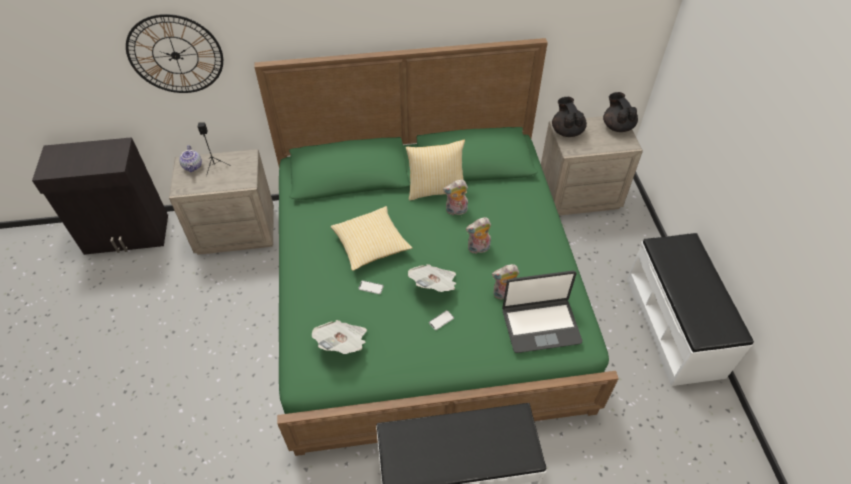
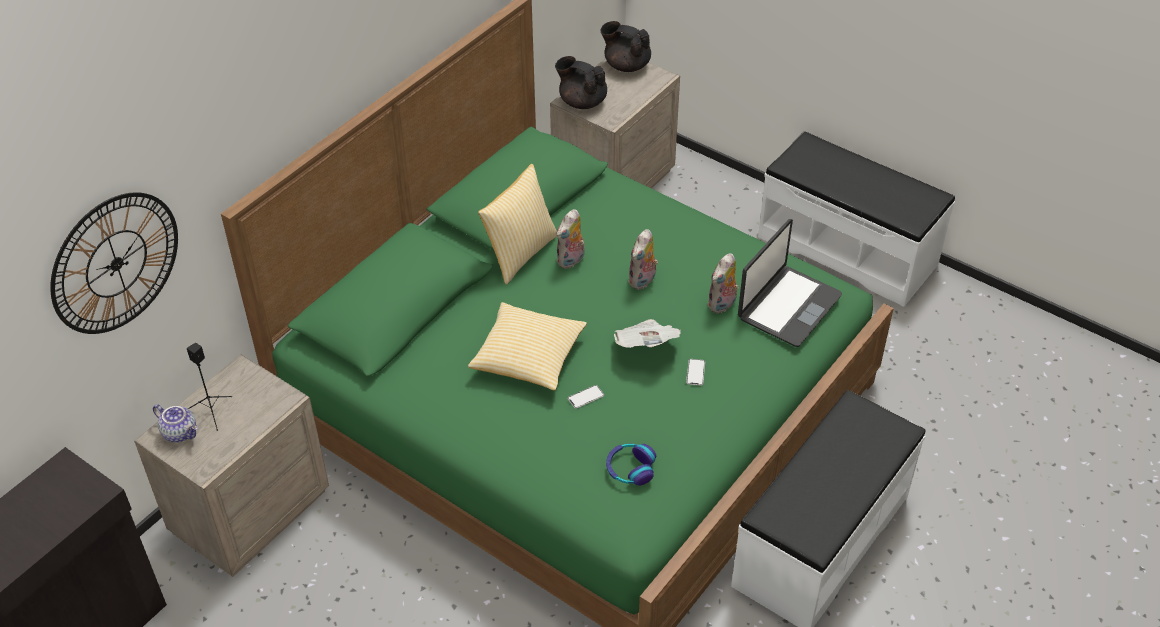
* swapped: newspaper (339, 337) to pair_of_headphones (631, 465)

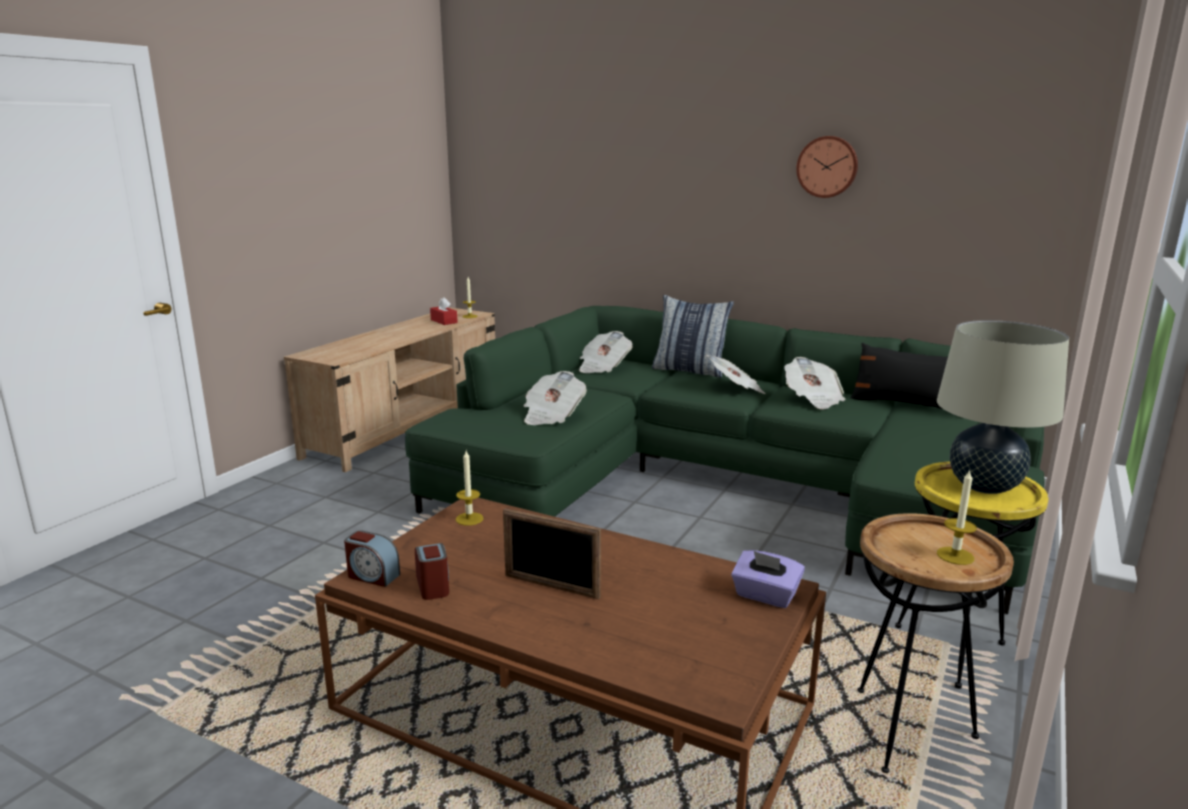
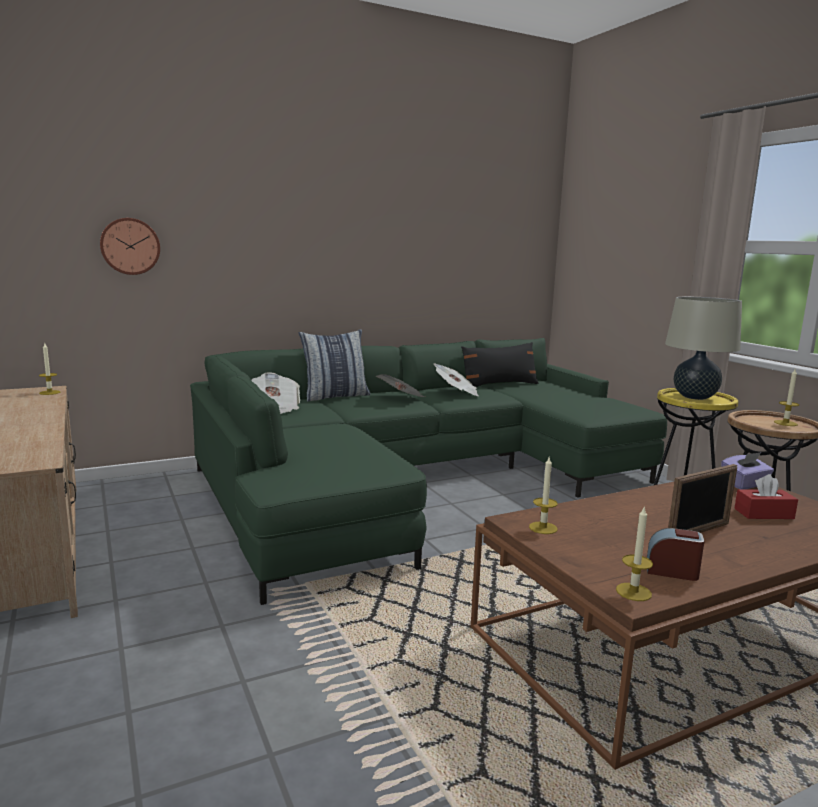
* shifted: hanging_clock (827, 167) to (130, 246)
* swapped: alarm_clock (372, 559) to wax_light (634, 554)
* shifted: reddish_box_of_tissues (444, 311) to (766, 496)
* gone: newspaper (555, 398)

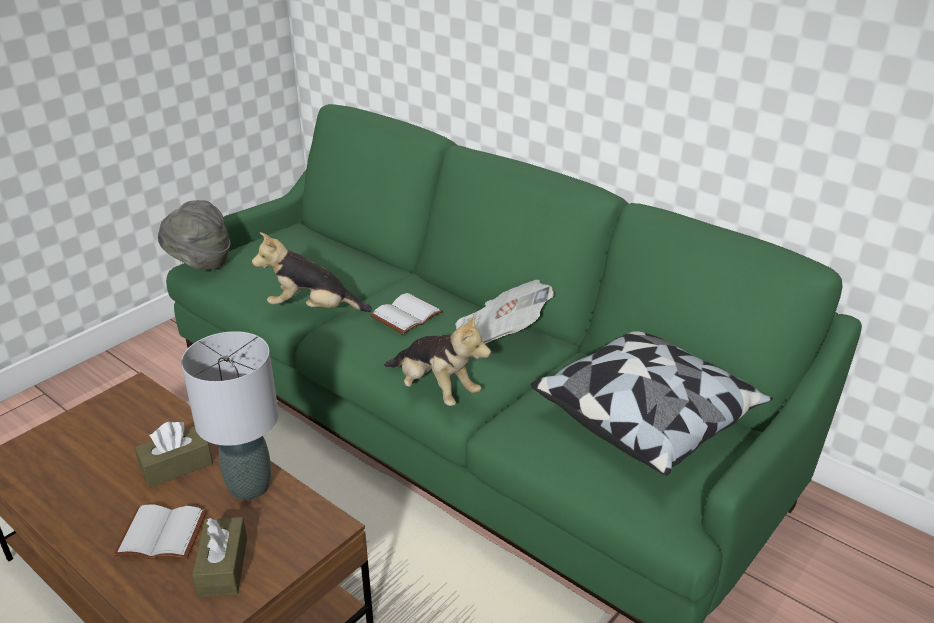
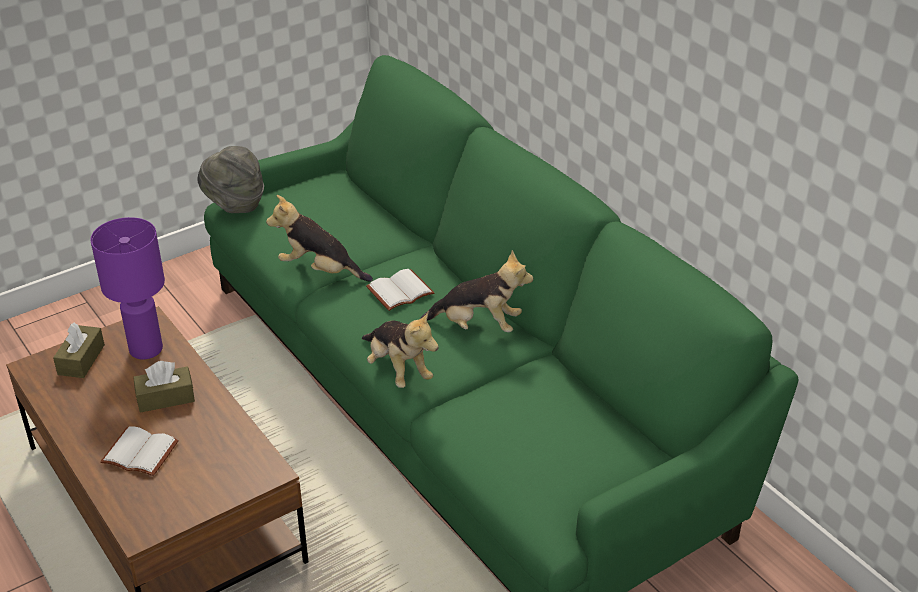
* shifted: brownish_box_of_tissues (219, 557) to (79, 350)
* new: purplish_table_lamp (127, 288)
* swapped: newspaper (504, 312) to cuddly_toy (476, 291)
* gone: grey_table_lamp (230, 415)
* gone: pillow (651, 403)

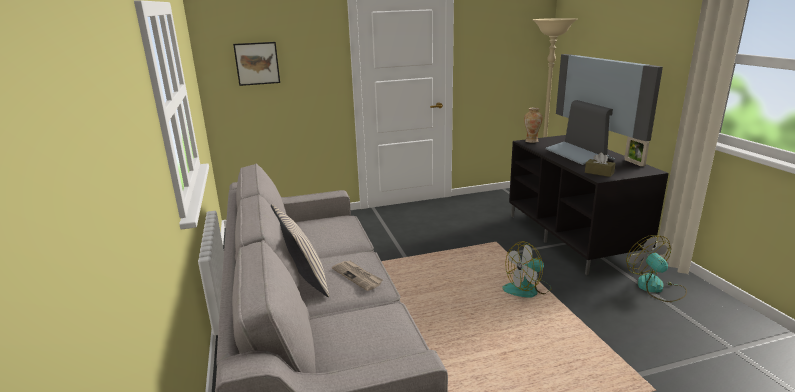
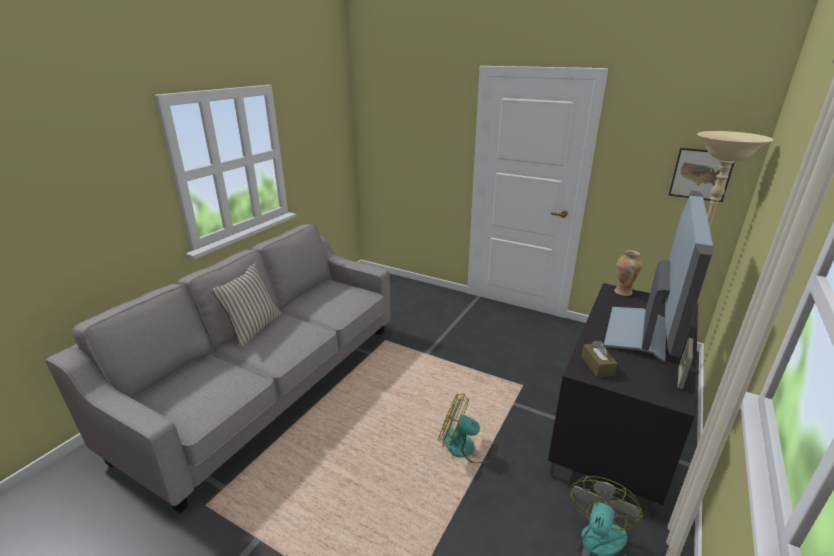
* shifted: wall_art (256, 64) to (702, 175)
* gone: newspaper (357, 276)

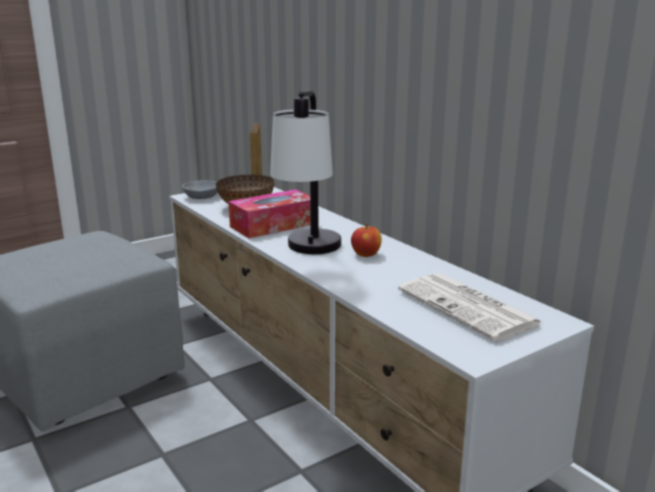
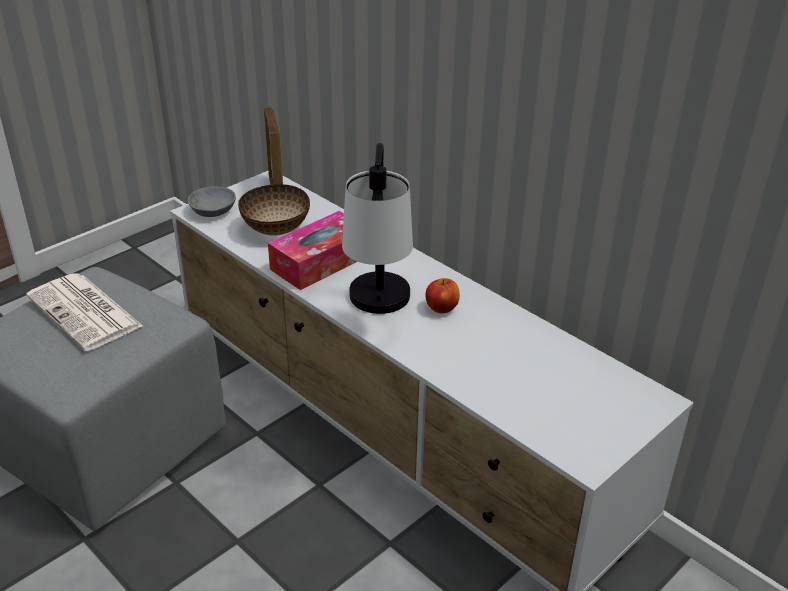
* shifted: newspaper (470, 307) to (84, 312)

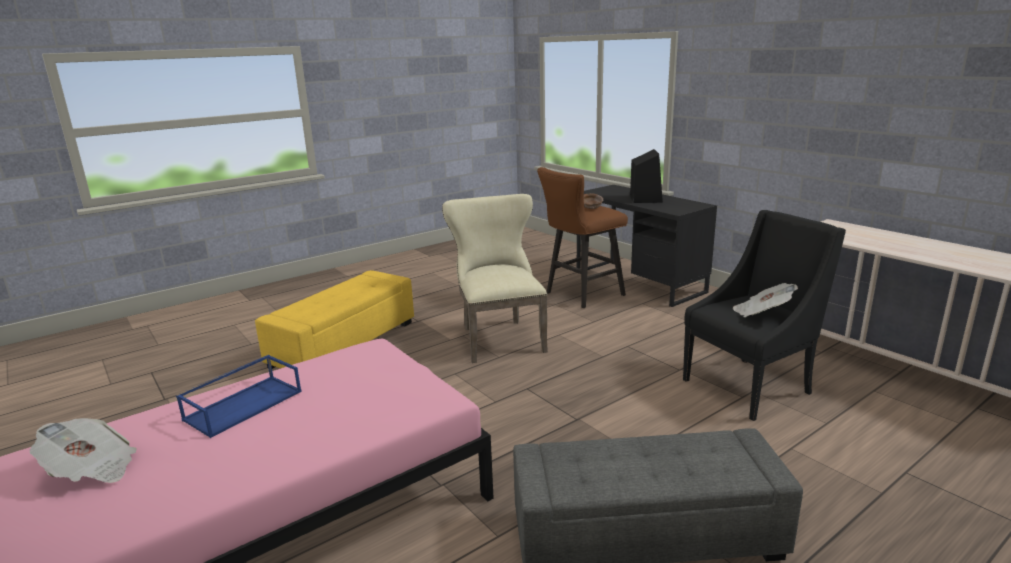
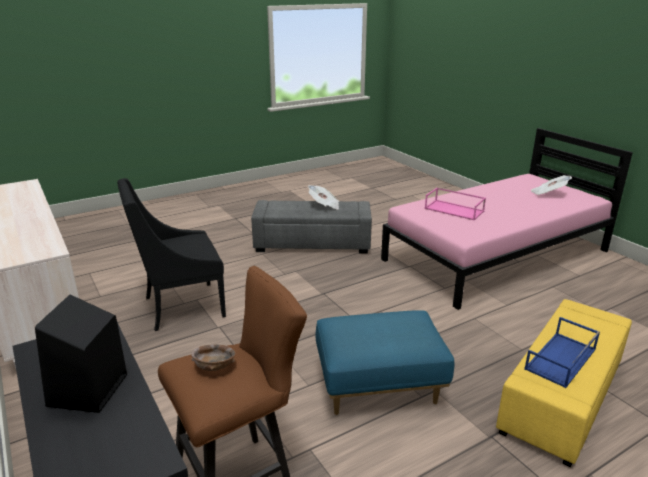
* shifted: newspaper (765, 300) to (323, 197)
* swapped: sand-coloured_upright_chair (495, 278) to blue_pouffe (384, 362)
* new: pink_tray (455, 204)
* shifted: blue_tray (239, 396) to (562, 352)

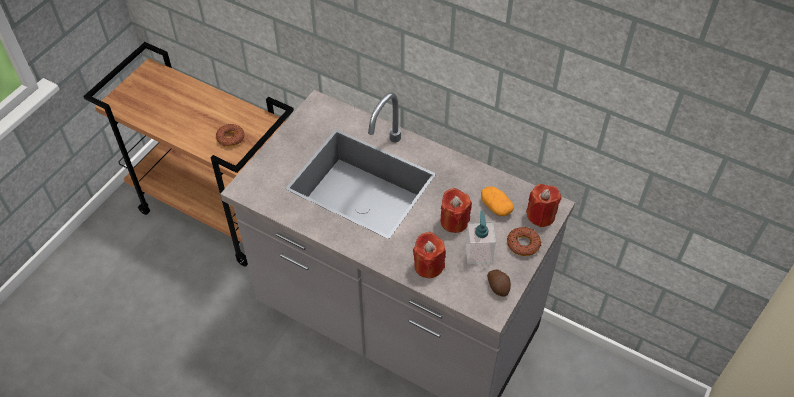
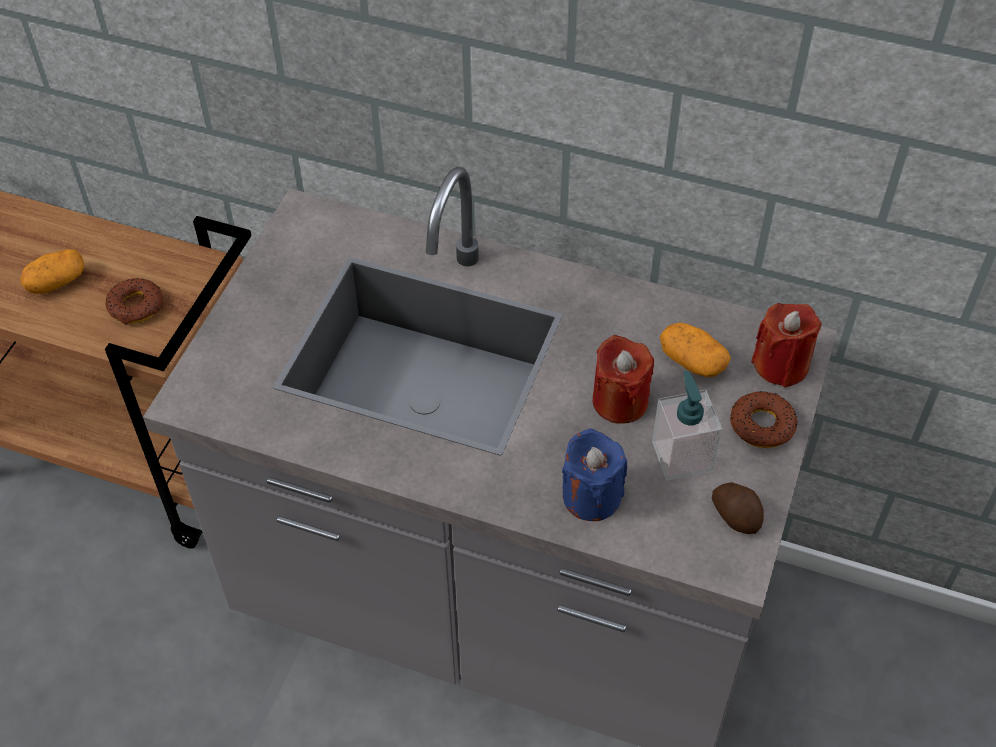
* new: spud (52, 271)
* repainted: reddish_wax_light (429, 255) to blue_wax_light (594, 474)

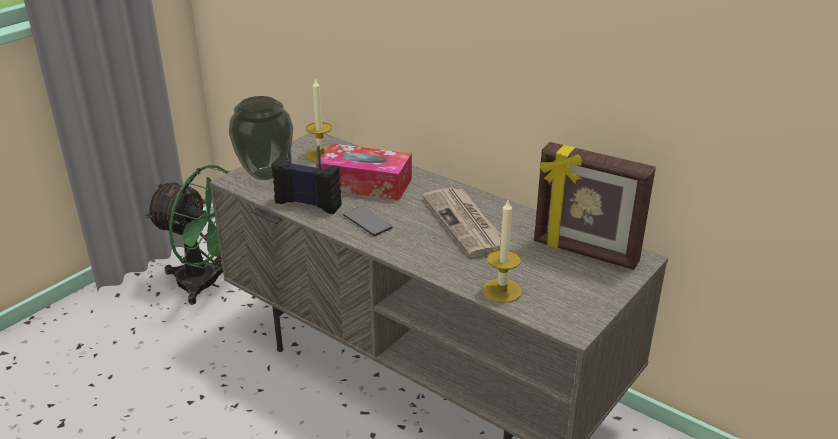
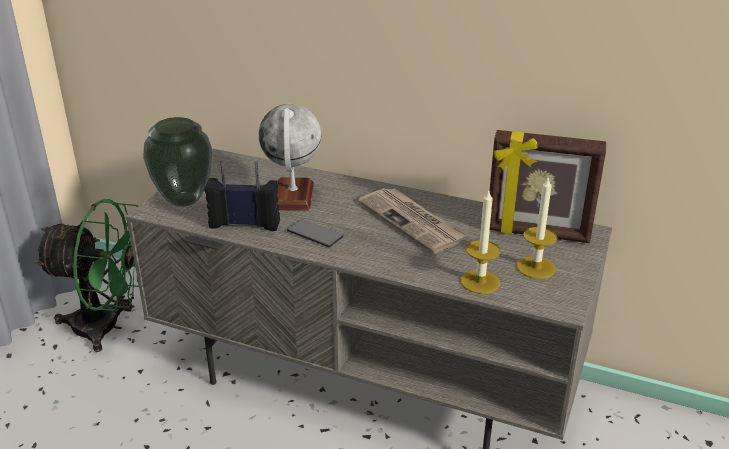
* swapped: box_of_tissues (364, 171) to globe (290, 157)
* shifted: wax_light (319, 120) to (537, 227)

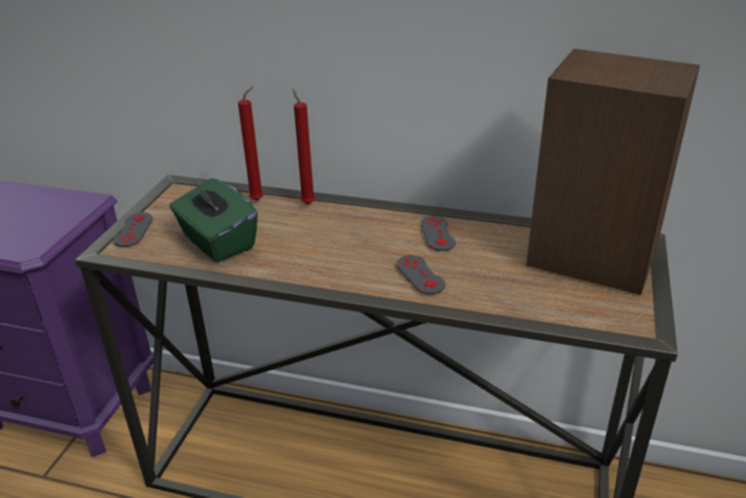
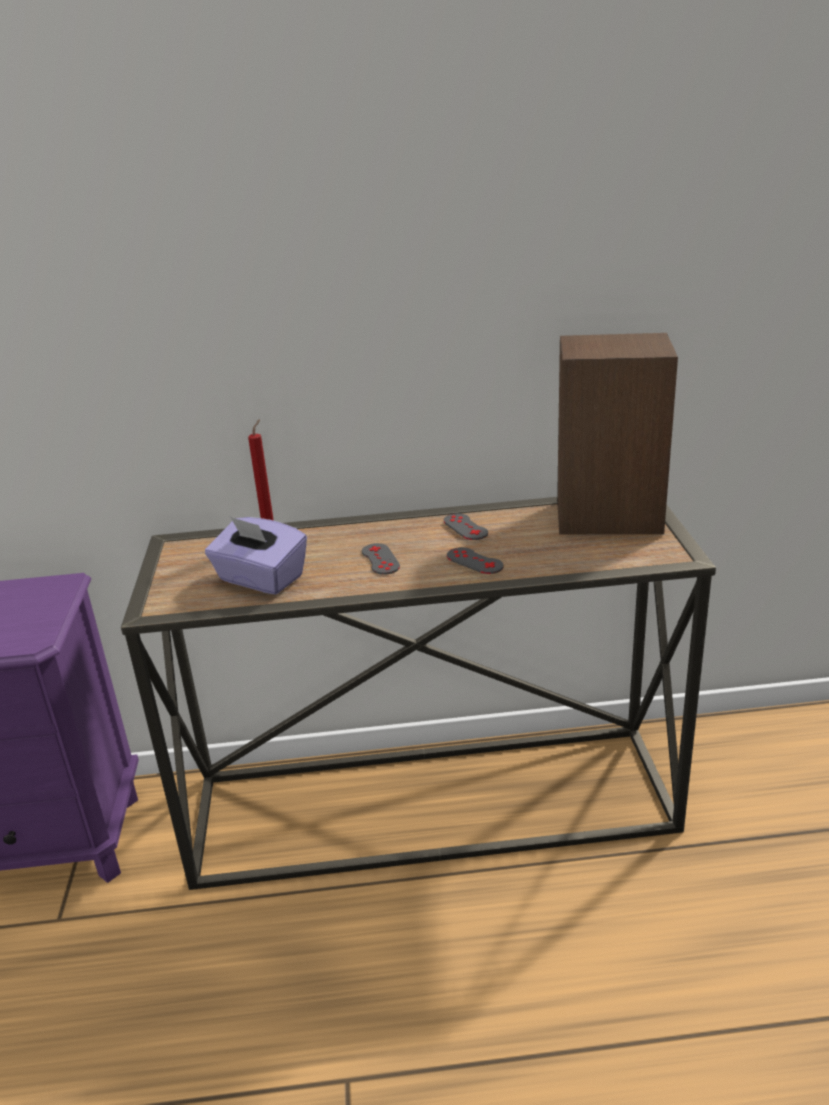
* repainted: greenish_box_of_tissues (214, 220) to purplish_box_of_tissues (256, 555)
* shifted: grey_game_controller (133, 229) to (381, 559)
* gone: reddish_wax_light (303, 147)

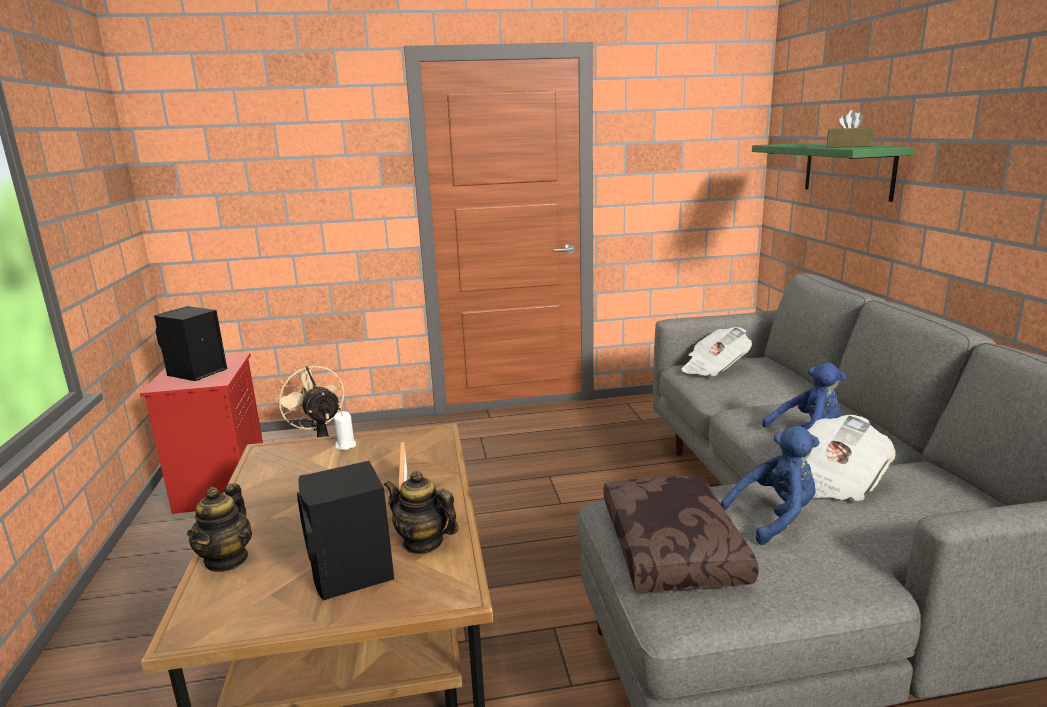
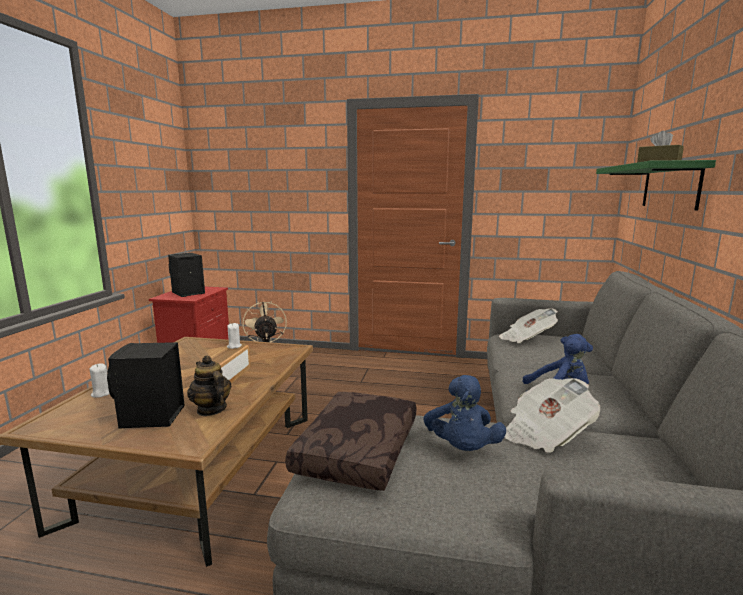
* swapped: pot_for_tea (219, 527) to white_wax_light (100, 380)
* rotated: blue_cuddly_toy (770, 485) = (465, 413) 90 degrees clockwise

